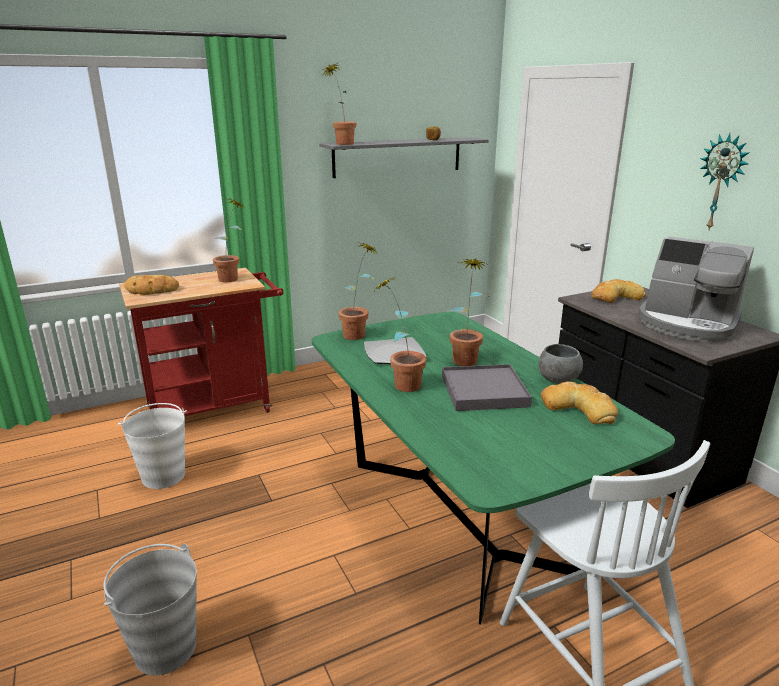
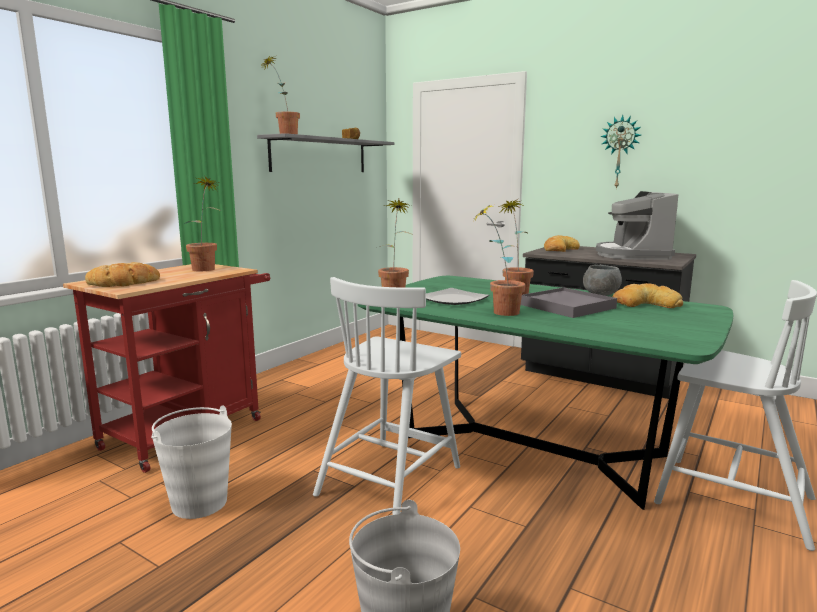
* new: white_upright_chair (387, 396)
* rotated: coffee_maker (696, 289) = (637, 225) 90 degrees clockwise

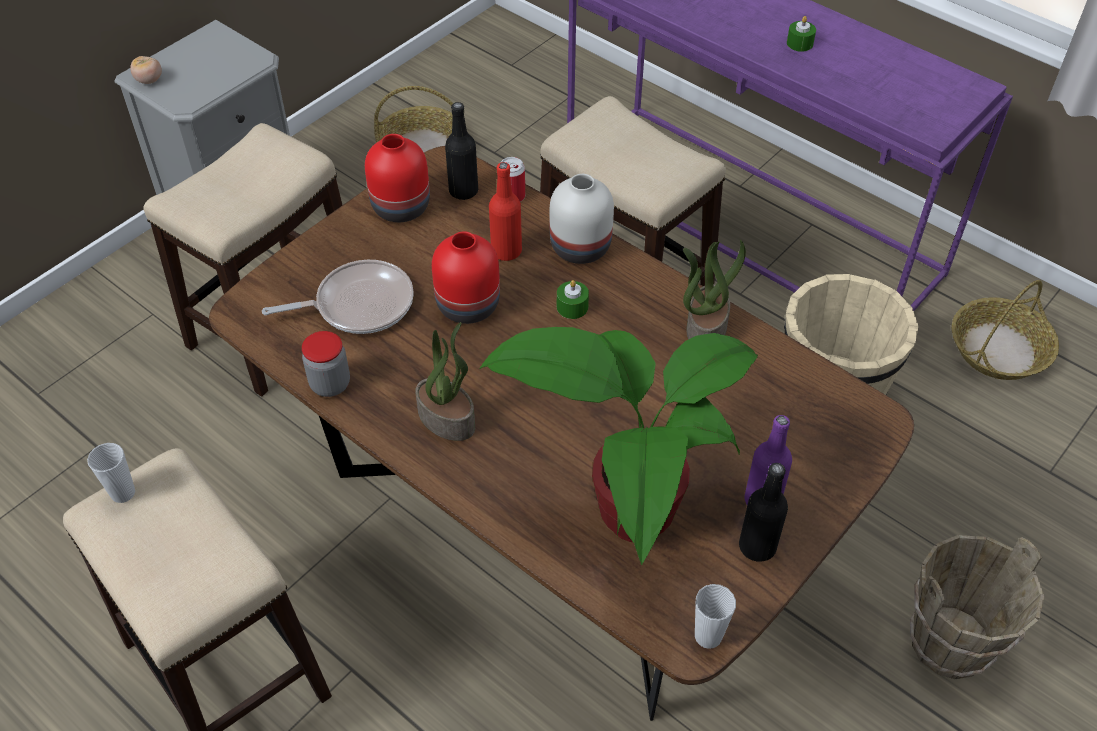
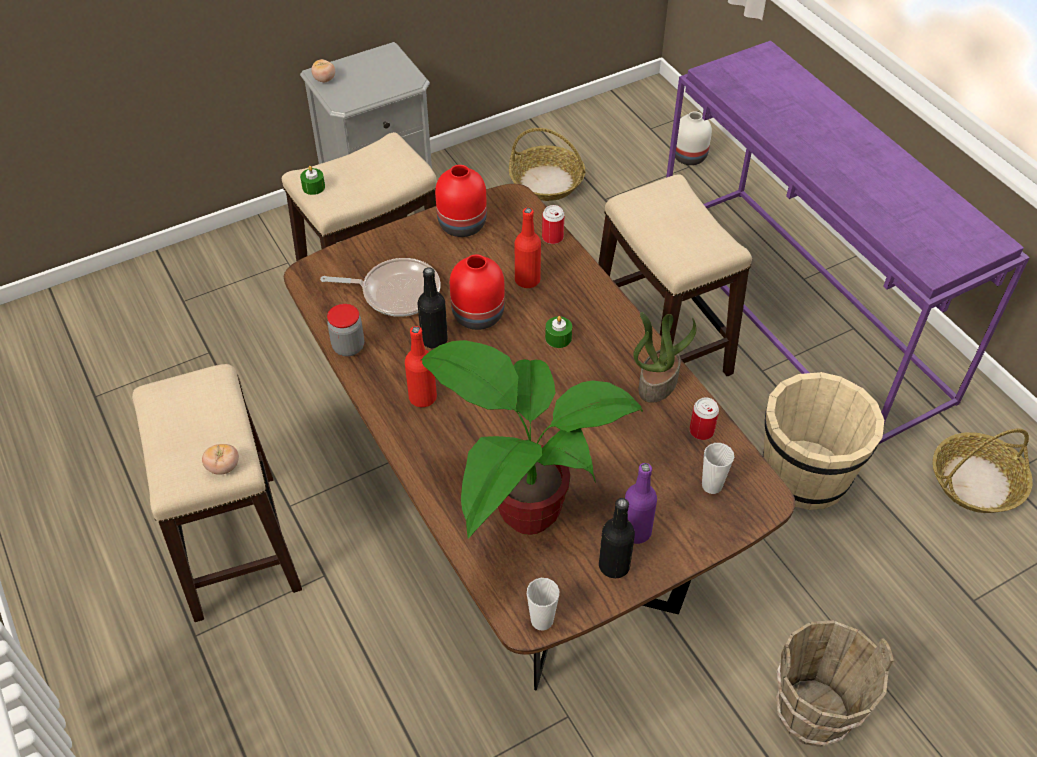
* new: fresh_tomato (220, 459)
* shifted: greenish_wax_light (801, 34) to (312, 180)
* swapped: potted_plant (445, 381) to reddish_beverage_bottle (421, 366)
* shifted: black_beverage_bottle (461, 151) to (432, 308)
* shifted: white_flower_vase (582, 219) to (693, 138)
* new: sealed_can (704, 418)
* shifted: cup (111, 473) to (718, 468)

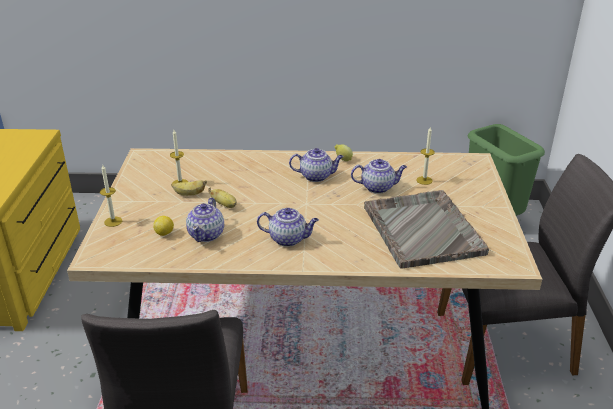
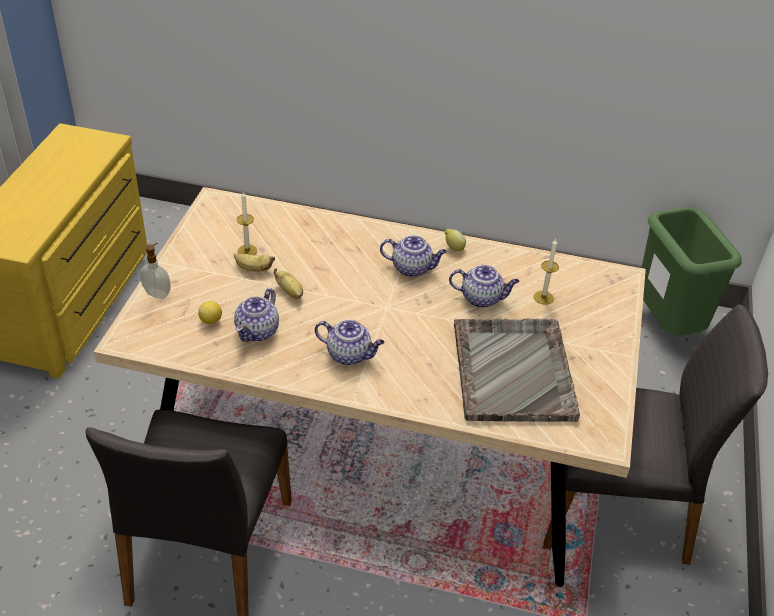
* swapped: wax_light (111, 196) to liquid_soap_bottle (155, 271)

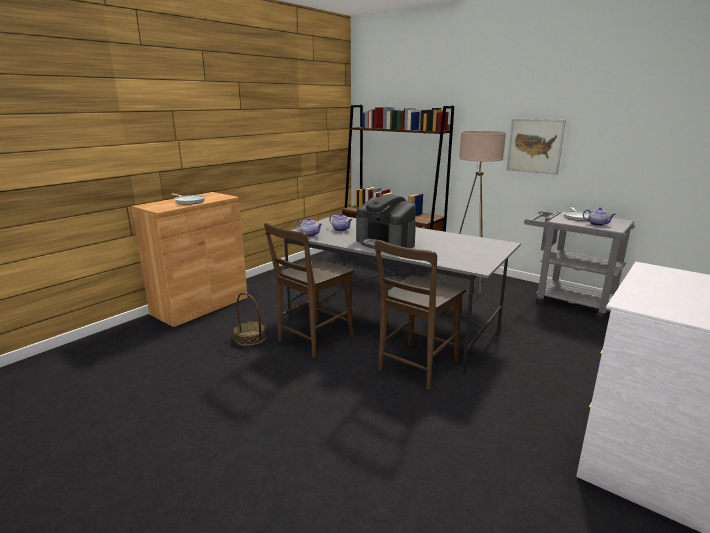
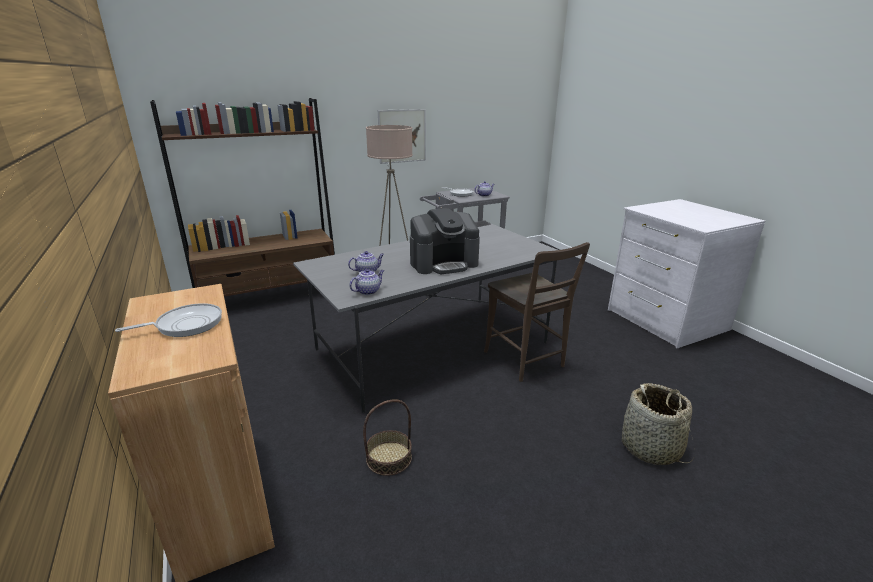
* new: storage_basket (658, 424)
* gone: brownish_upright_chair (309, 290)

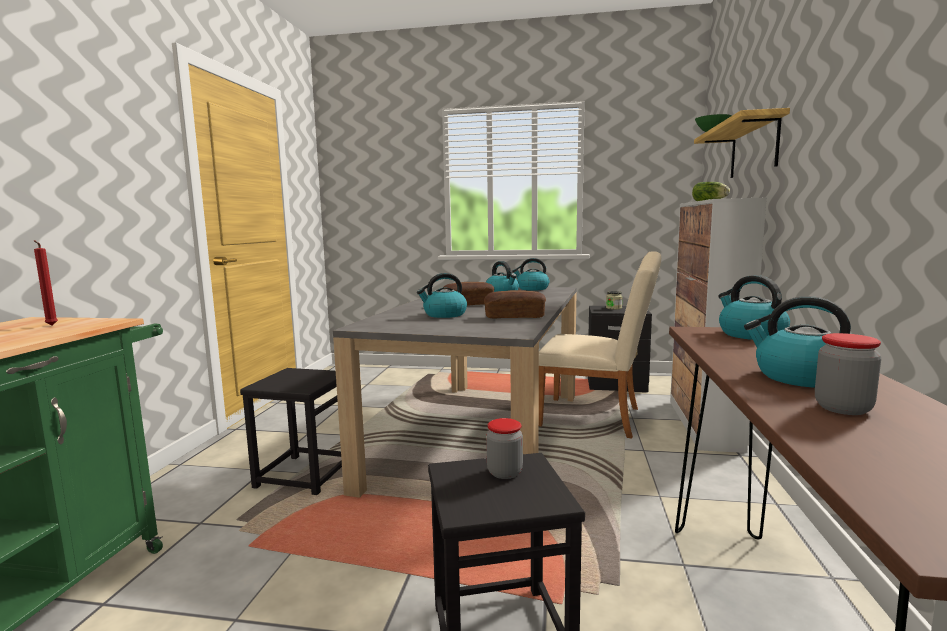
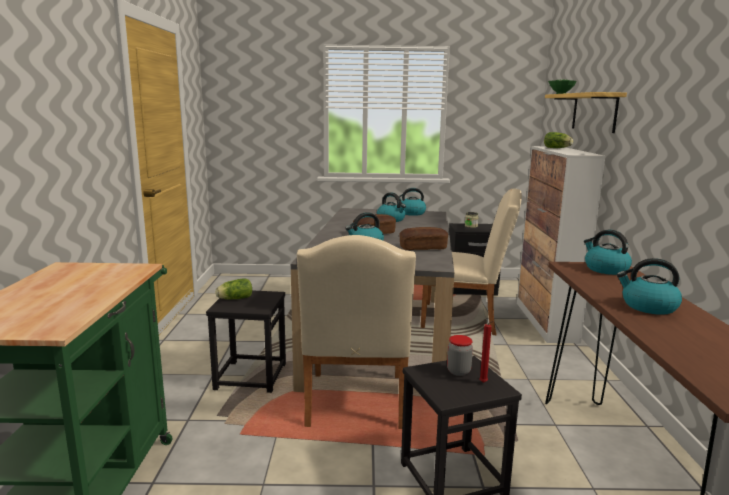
* new: head_of_lettuce (233, 289)
* new: sand-coloured_upright_chair (356, 332)
* shifted: reddish_wax_light (45, 282) to (486, 352)
* gone: preserve_jar (848, 374)

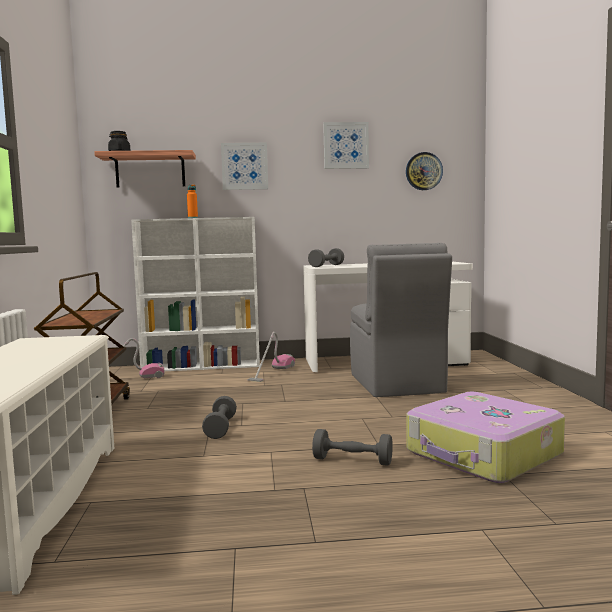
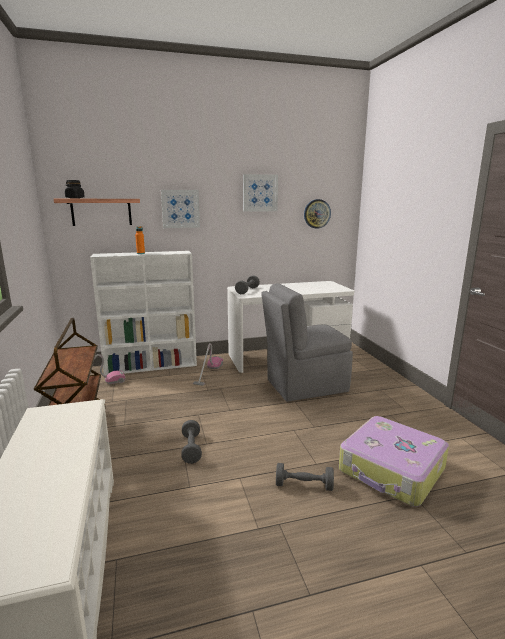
* rotated: grey_upright_chair (401, 320) = (307, 342) 90 degrees clockwise

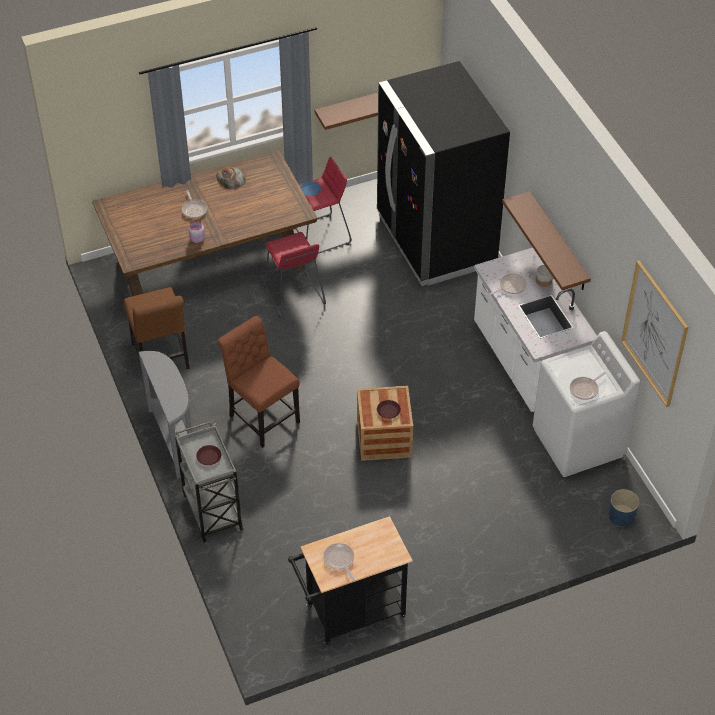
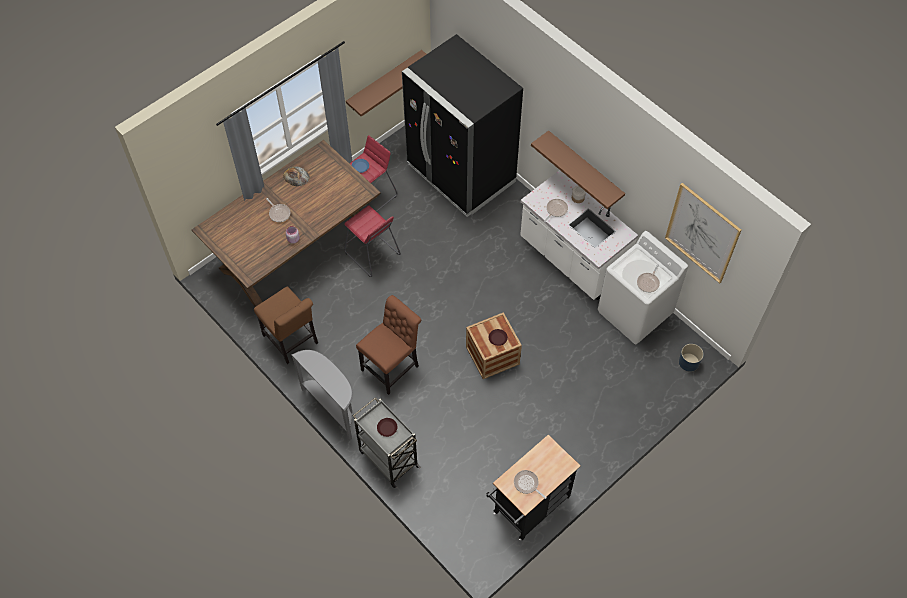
* rotated: brownish_upright_chair (258, 382) = (388, 345) 105 degrees clockwise

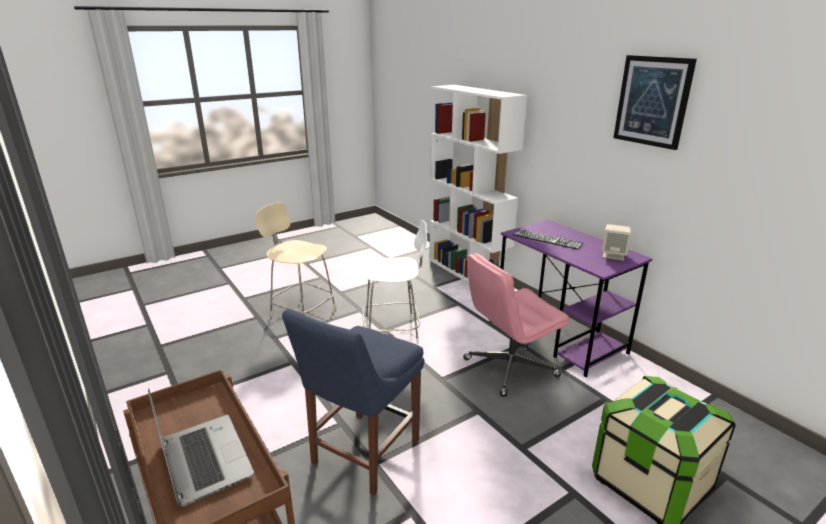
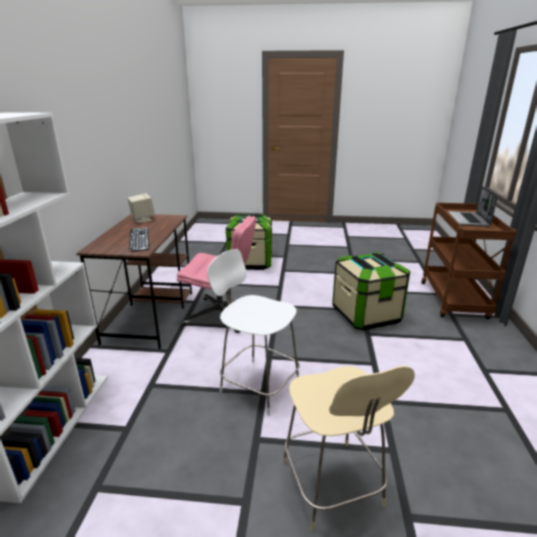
* repainted: purplish_desk_table (576, 298) to brownish_desk_table (134, 281)
* swapped: blue_upright_chair (353, 402) to storage_box (371, 291)
* gone: wall_art (655, 102)

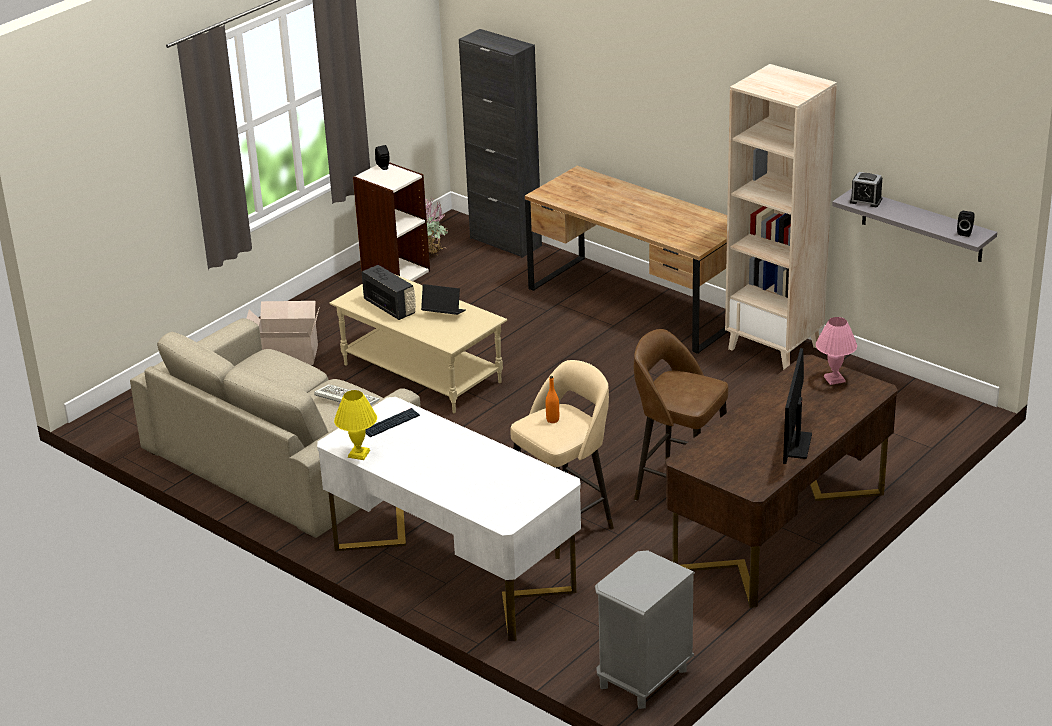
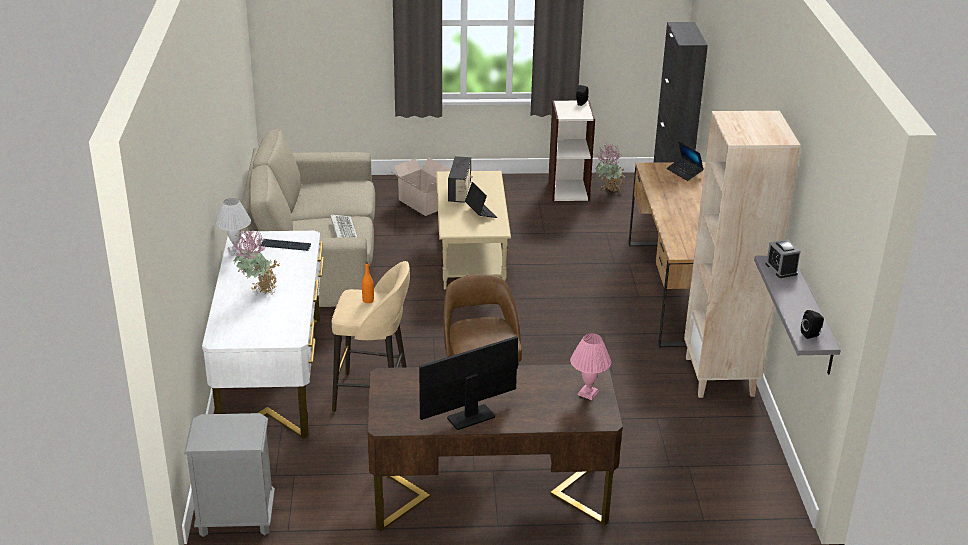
* repainted: yellowish_table_lamp (355, 425) to white_table_lamp (233, 227)
* new: potted_plant (257, 261)
* new: laptop (685, 161)

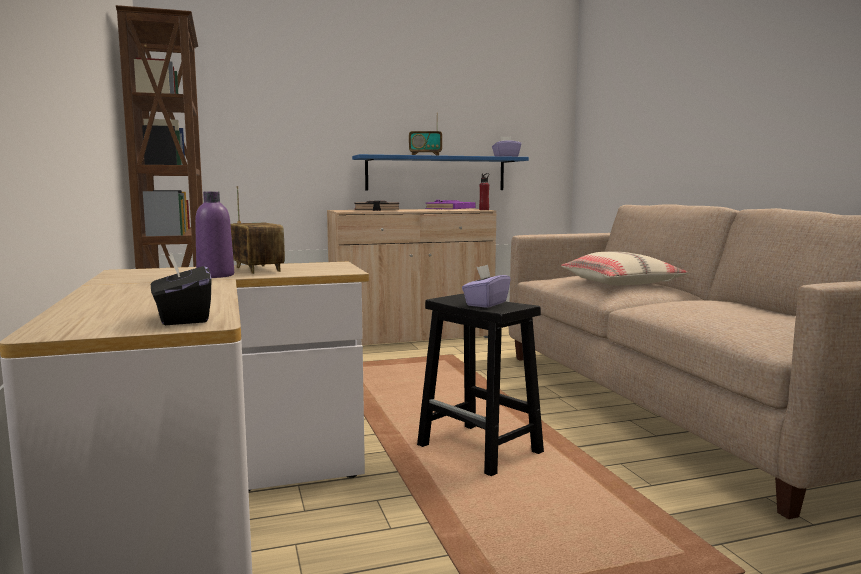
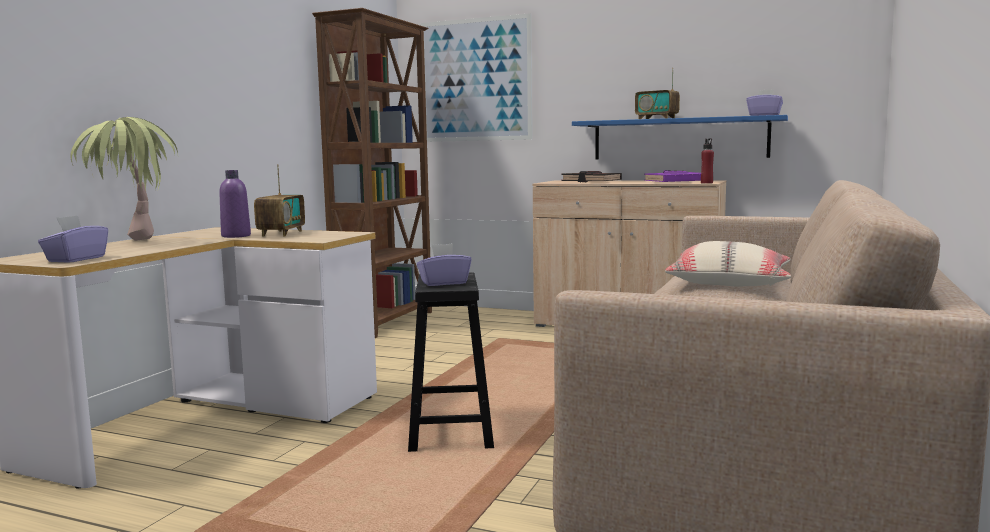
* repainted: black_box_of_tissues (181, 289) to purplish_box_of_tissues (73, 239)
* new: potted_plant (124, 179)
* new: wall_art (476, 77)

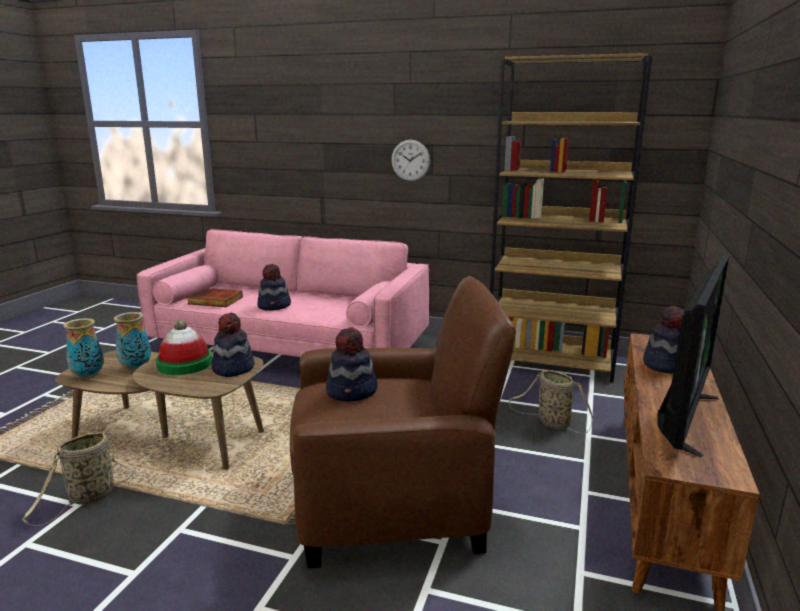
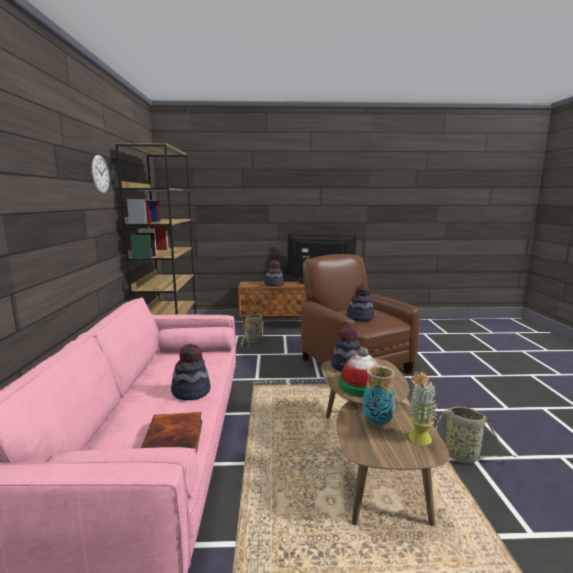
* shifted: hanging_clock (410, 160) to (101, 174)
* swapped: flower_vase (83, 348) to potted_plant (422, 407)

